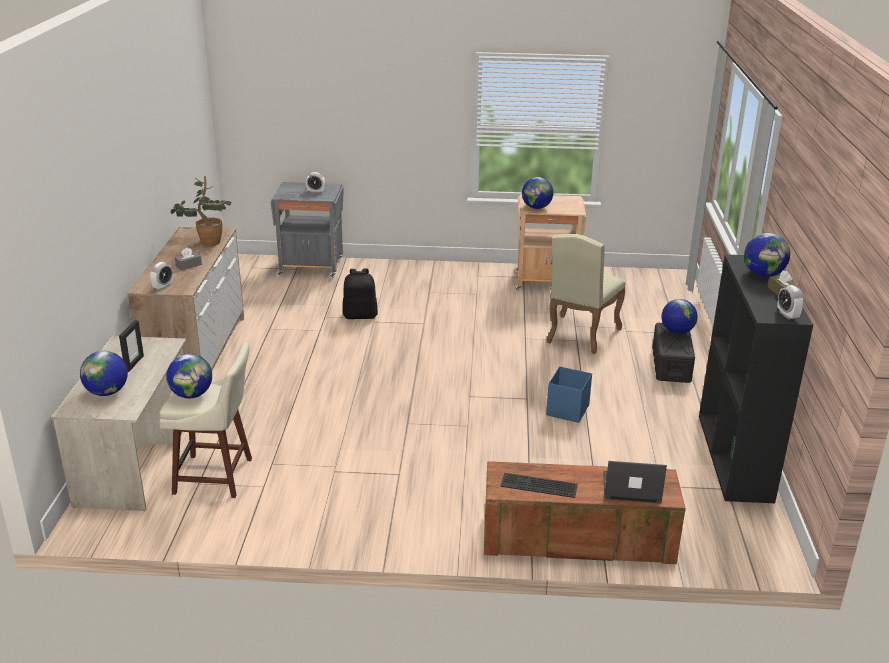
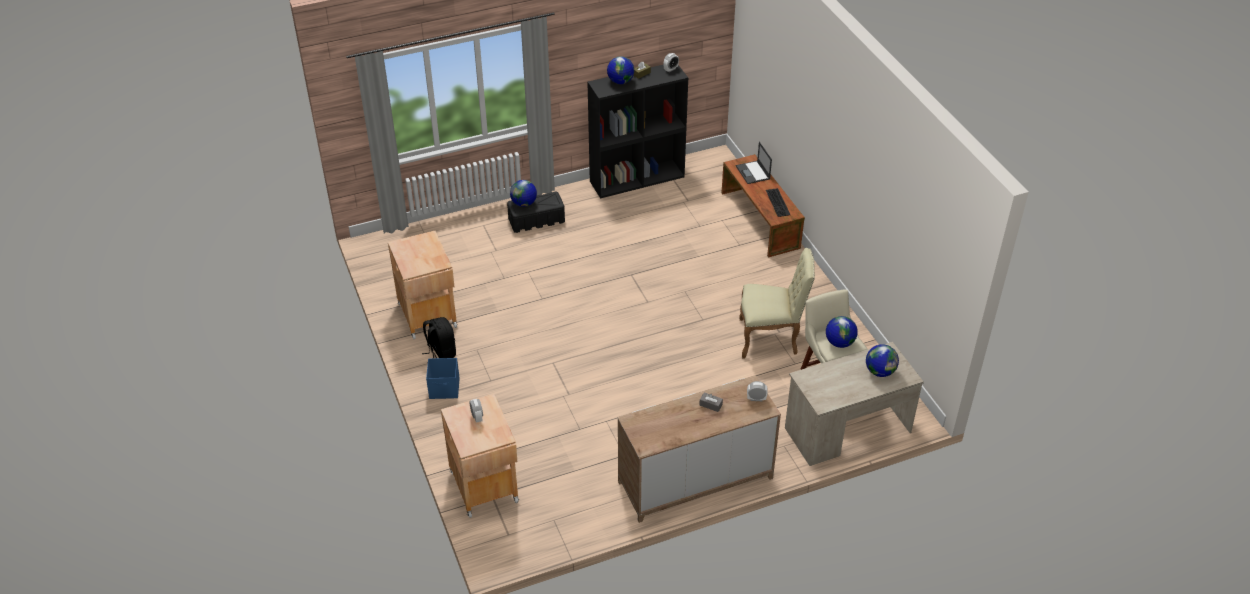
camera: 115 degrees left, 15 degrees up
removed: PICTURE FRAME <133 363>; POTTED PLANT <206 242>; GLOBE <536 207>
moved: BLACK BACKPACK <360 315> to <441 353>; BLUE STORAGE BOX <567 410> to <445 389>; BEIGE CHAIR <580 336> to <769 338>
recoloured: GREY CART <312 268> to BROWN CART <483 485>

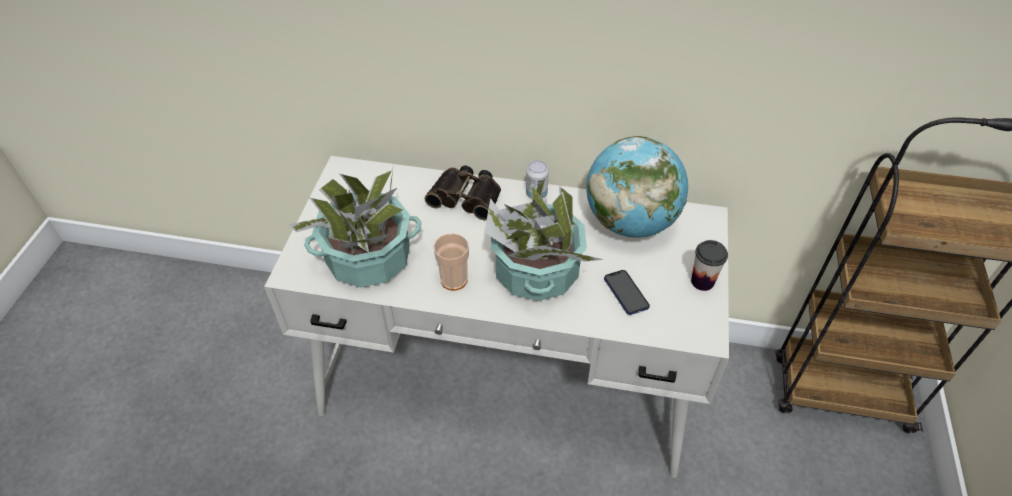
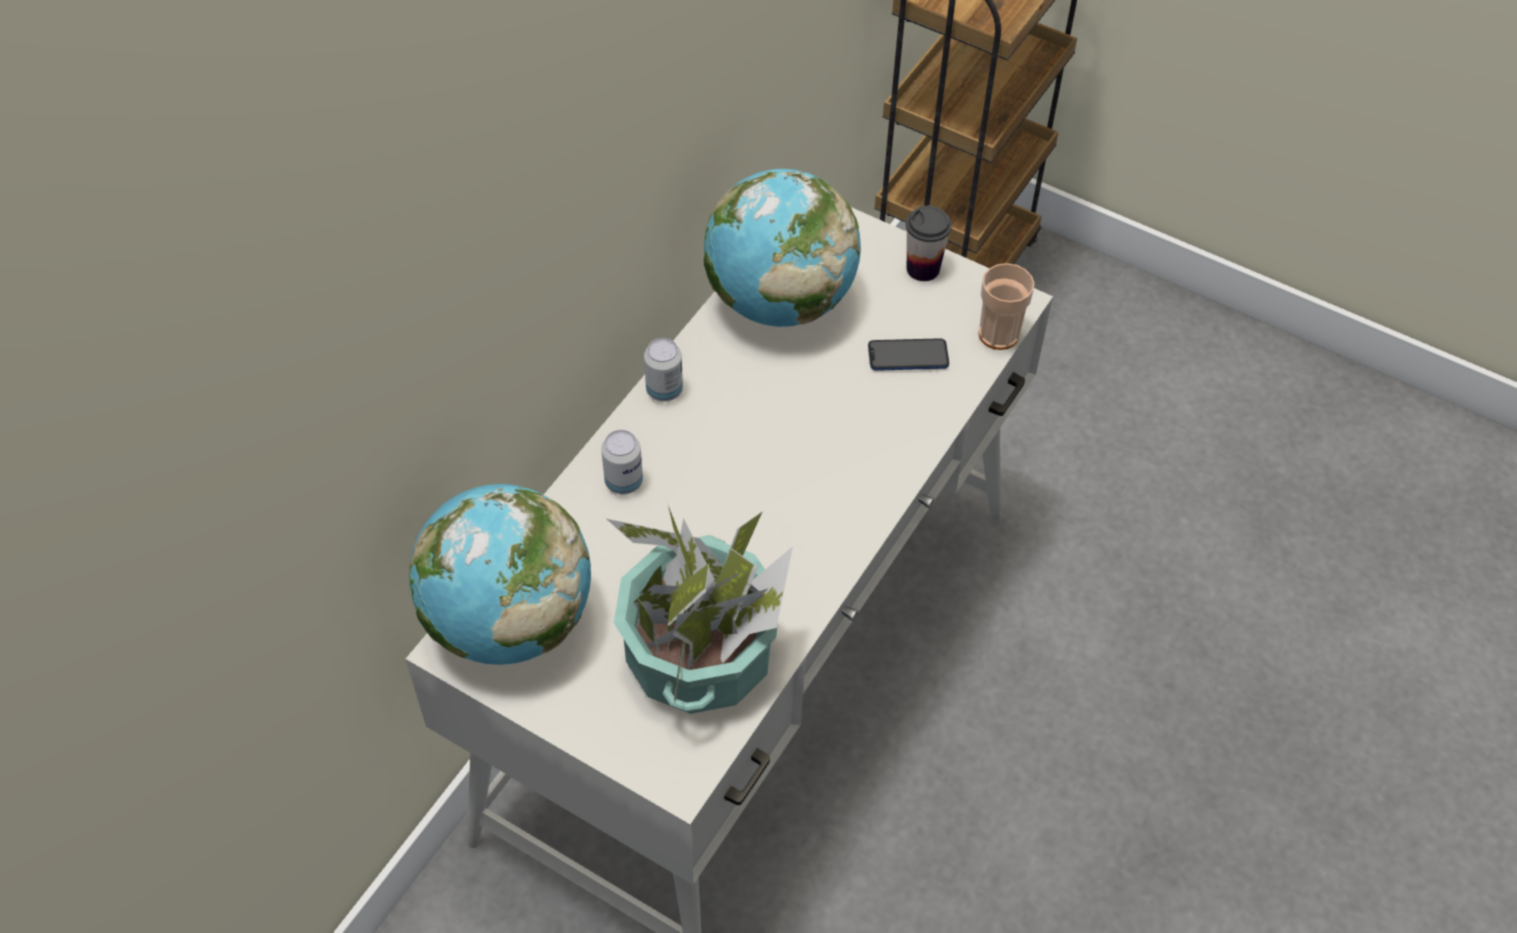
camera: 70 degrees left, 5 degrees up
removed: POTTED PLANT <536 271>
added: GLOBE <509 621>
moved: CUP <454 280> to <998 334>
replaced: BINOCULARS <467 196> to CAN <623 482>

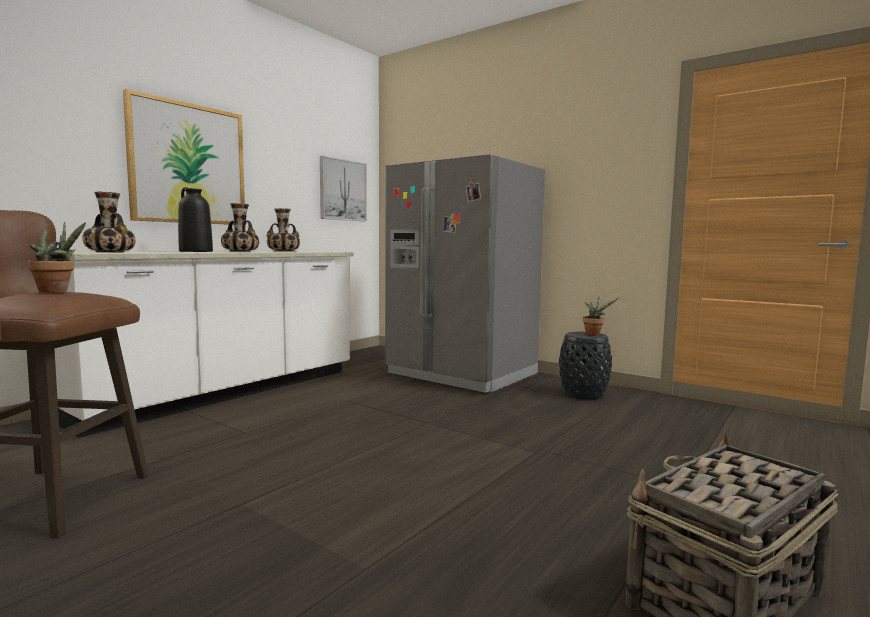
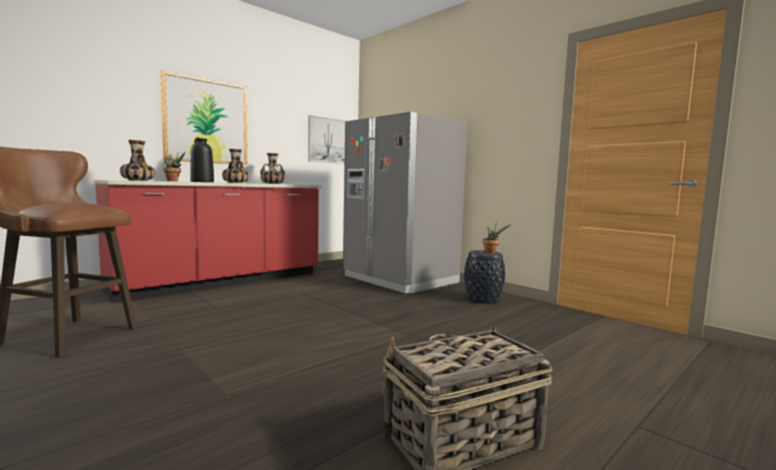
camera: 10 degrees right, 0 degrees up
moved: POTTED PLANT <58 291> to <174 181>
recoloured: WHITE COUNTER <223 393> to RED COUNTER <221 282>

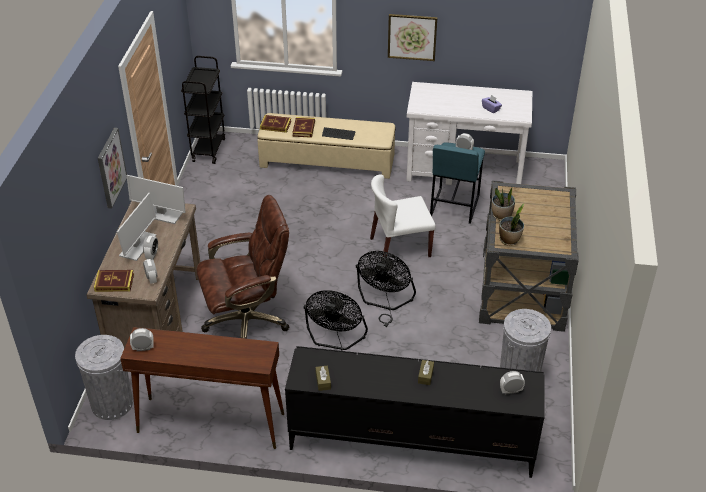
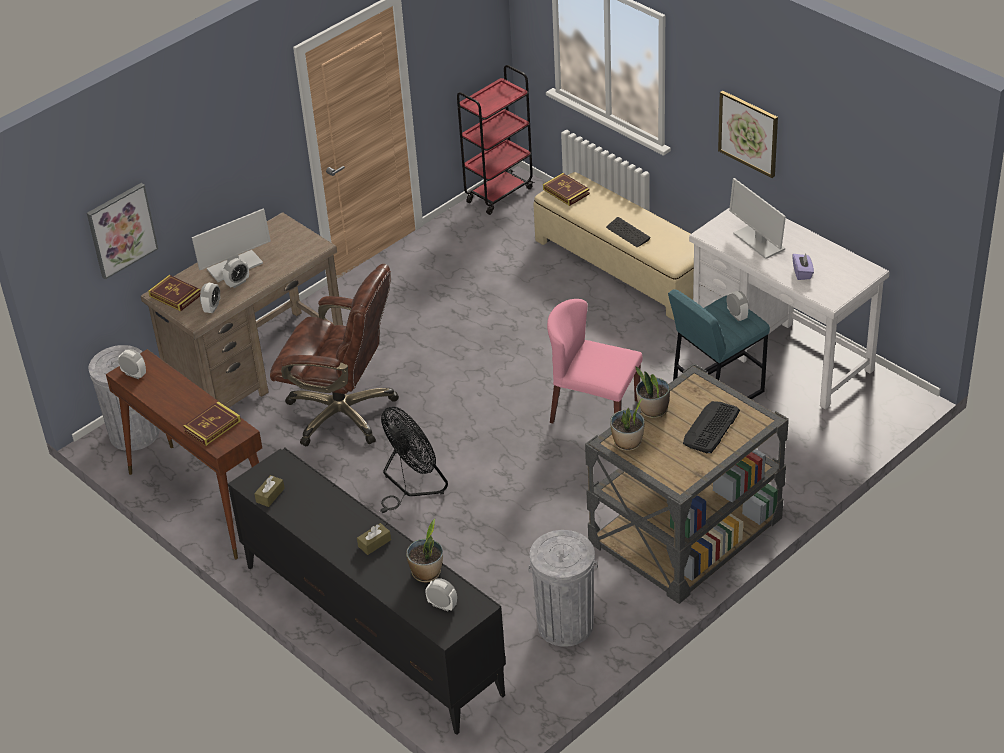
camera: 40 degrees right, 0 degrees up
removed: BLACK FAN <383 302>
added: POTTED PLANT <427 573>; KEYBOARD <711 427>
moved: PICTURE <111 168> to <121 230>; MONITOR <160 214> to <758 241>; BOOK <304 129> to <212 426>
recoloured: BLACK CART <208 150> to RED CART <499 194>; WHITE CHAIR <399 247> to PINK CHAIR <594 410>

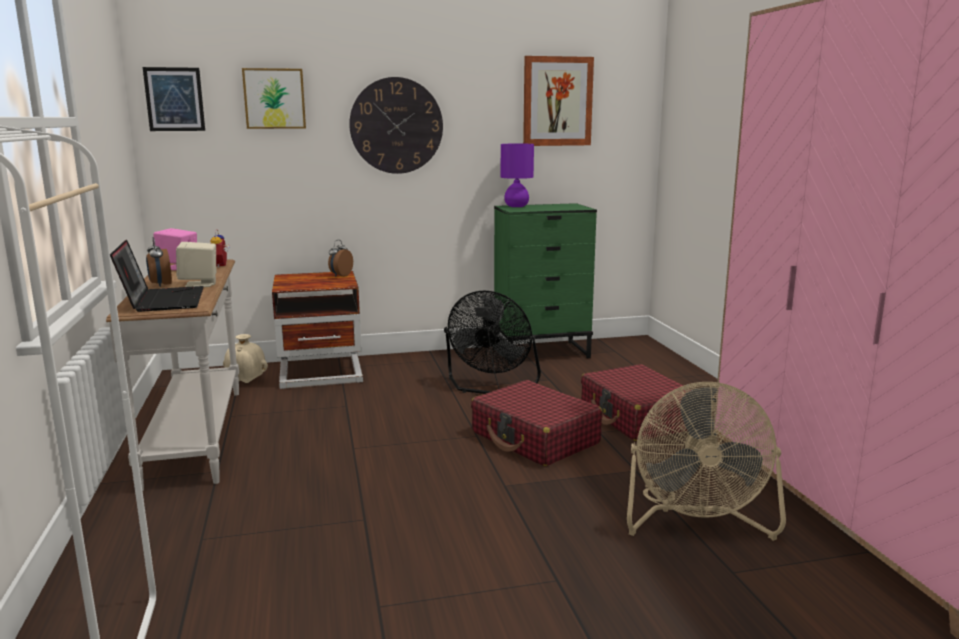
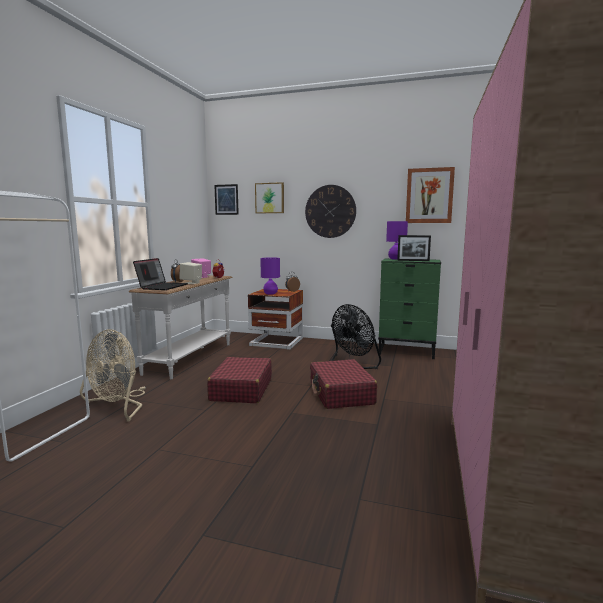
camera: 30 degrees right, 5 degrees down
removed: BEIGE VASE <247 382>
added: PURPLE TABLE LAMP <270 294>; PICTURE FRAME <413 260>
moved: RED SUITCASE <637 417> to <241 389>; BEIGE FAN <690 521> to <119 405>

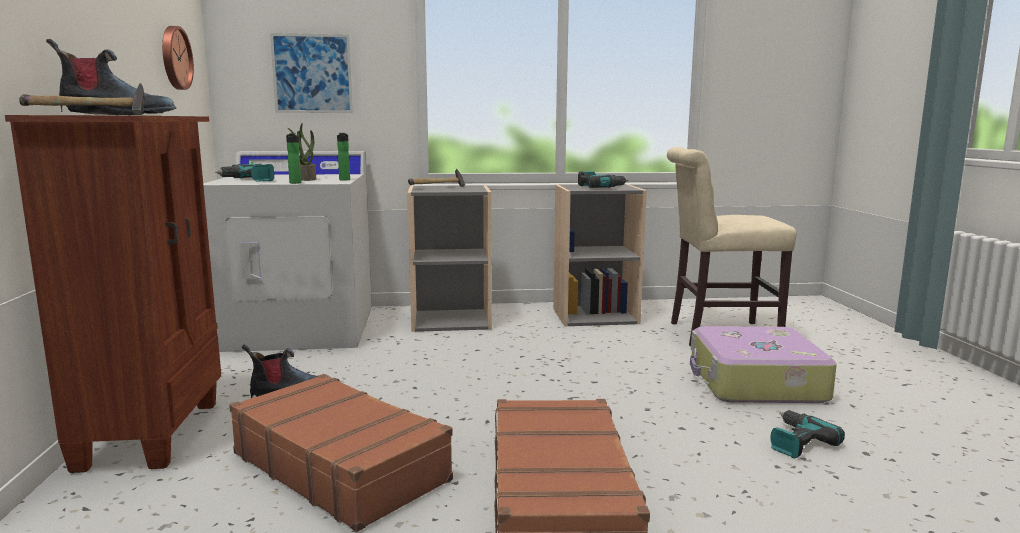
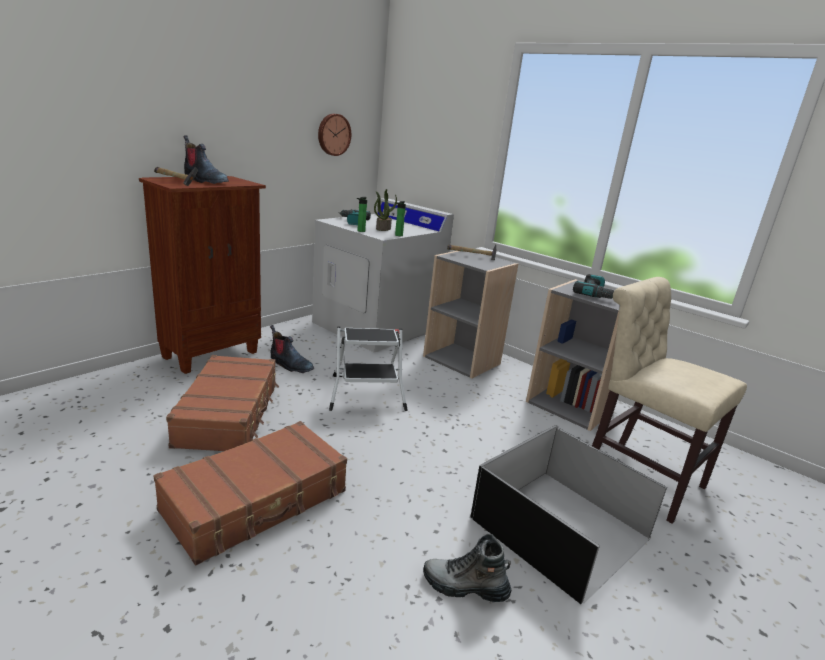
camera: 45 degrees right, 10 degrees up
removed: PICTURE <312 73>
added: STEP LADDER <366 393>
replaced: SUITCASE <755 382> to BLACK STORAGE BOX <558 529>; POWER DRILL <796 442> to BOOT <464 586>

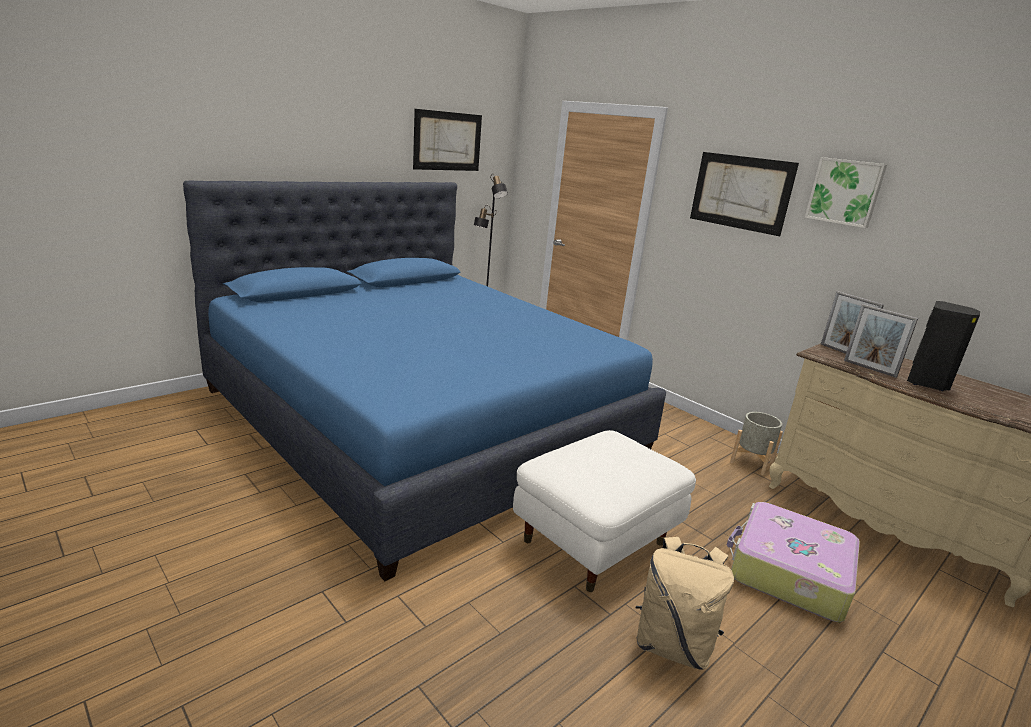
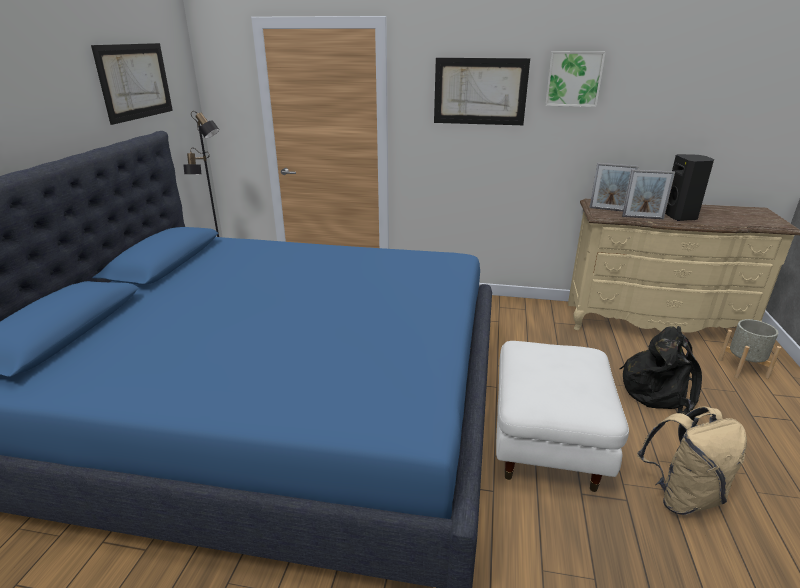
camera: 35 degrees left, 5 degrees up
moved: GREY PLANTER <751 462> to <743 368>
replaced: SUITCASE <788 572> to BLACK BACKPACK <658 390>

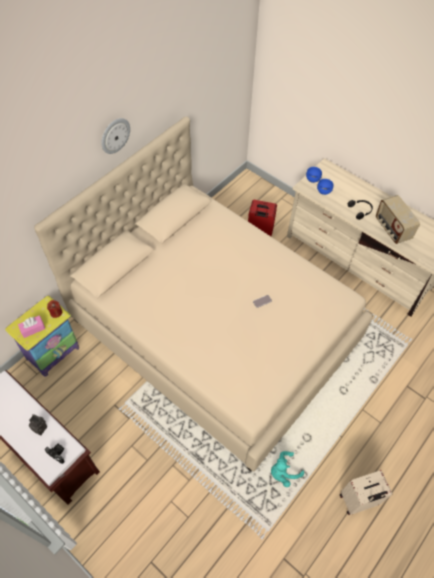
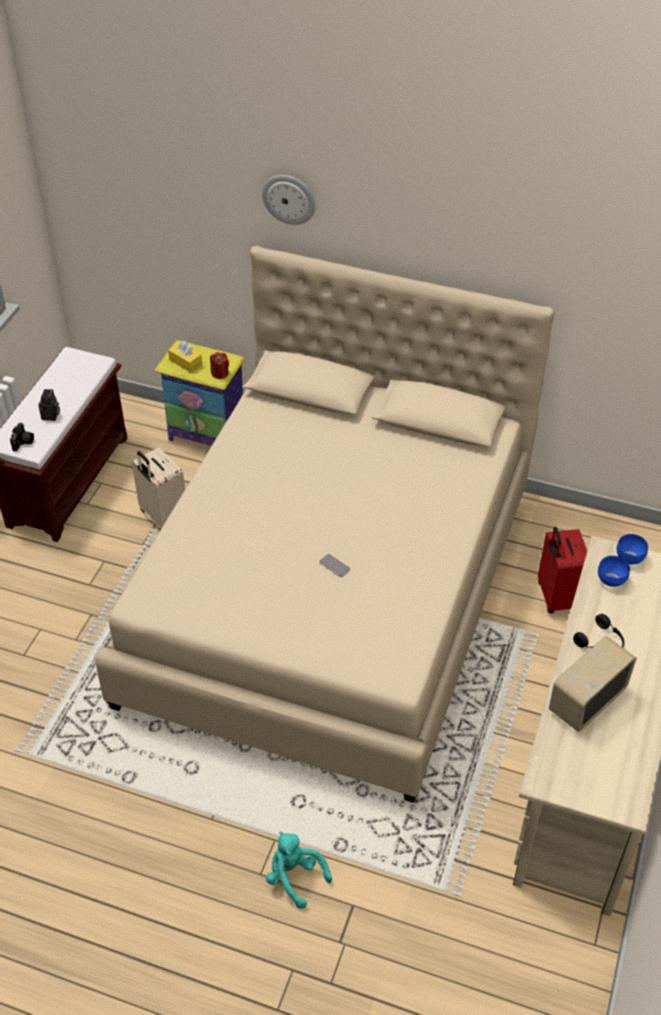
camera: 70 degrees right, 10 degrees down
moved: WALL CLOCK <115 135> to <289 198>; TURQUOISE PLUSH TOY <283 472> to <294 877>; BEIGE SUITCASE <358 501> to <162 516>
recoloured: PINK TISSUE BOX <33 329> to YELLOW TISSUE BOX <185 362>

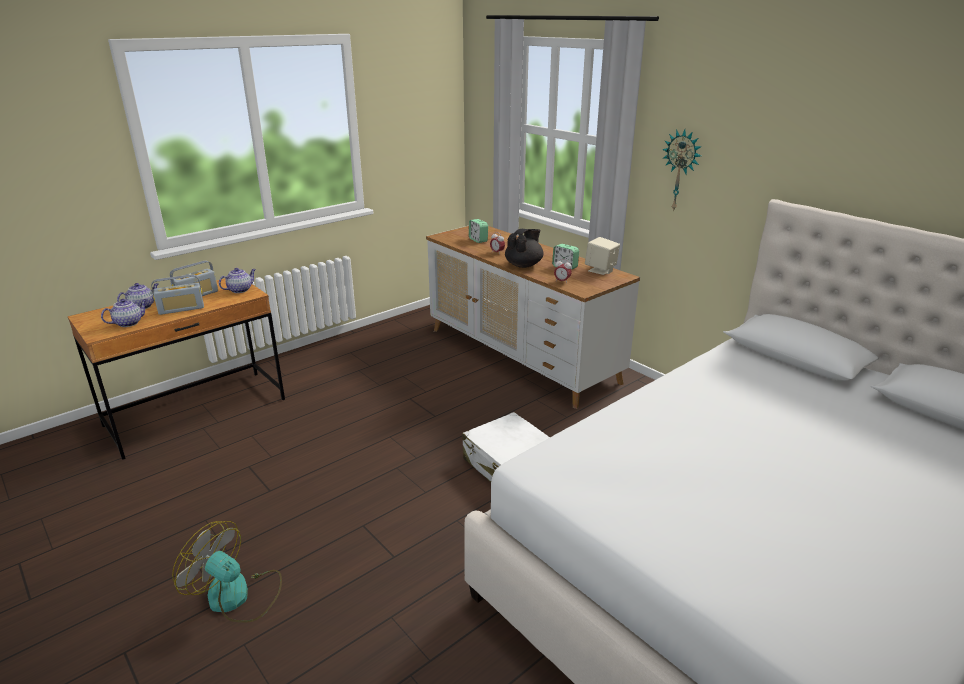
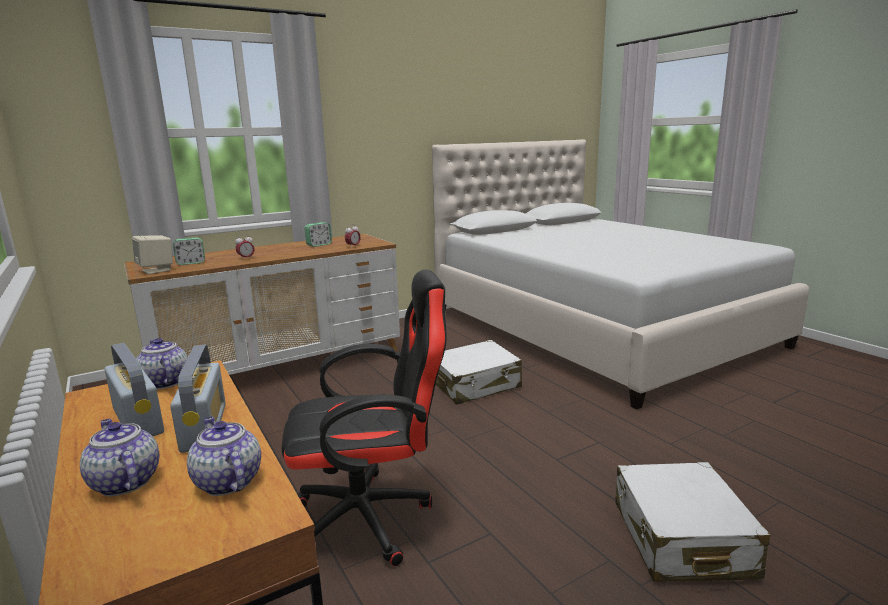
camera: 80 degrees left, 10 degrees down
removed: BLACK TEAPOT <524 265>; WALL CLOCK <681 170>
added: BLACK OFFICE CHAIR <373 519>
moved: BEIGE SPEAKER <601 270> to <156 270>
replaced: FAN <237 596> to WHITE SUITCASE <681 539>

